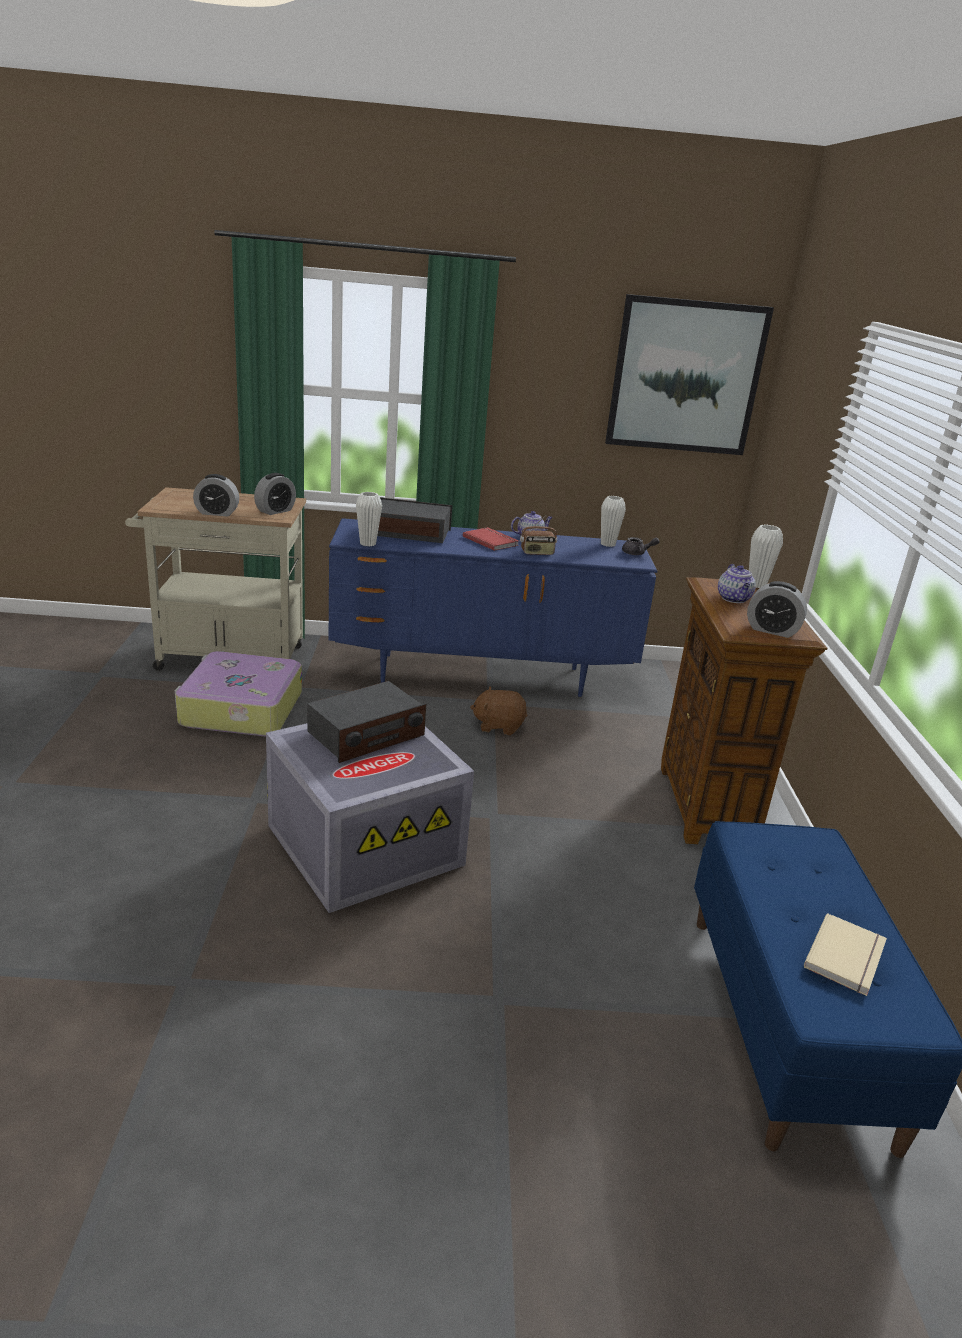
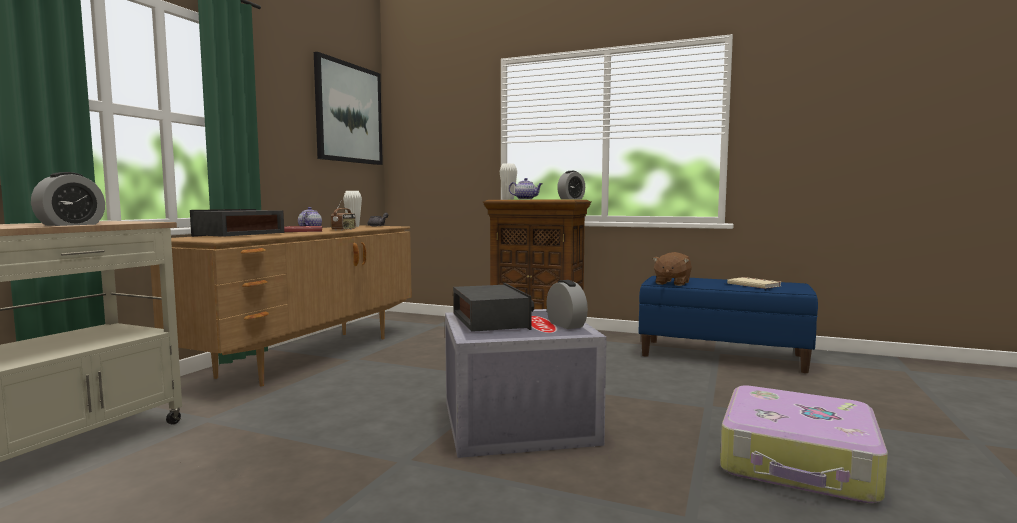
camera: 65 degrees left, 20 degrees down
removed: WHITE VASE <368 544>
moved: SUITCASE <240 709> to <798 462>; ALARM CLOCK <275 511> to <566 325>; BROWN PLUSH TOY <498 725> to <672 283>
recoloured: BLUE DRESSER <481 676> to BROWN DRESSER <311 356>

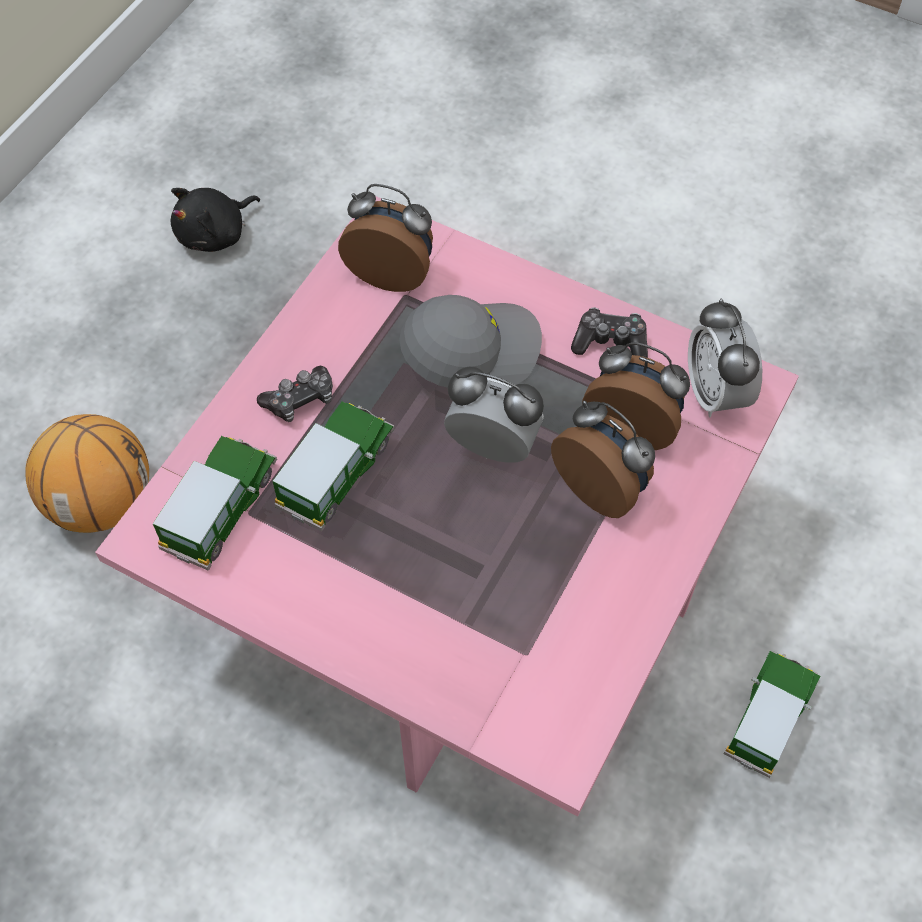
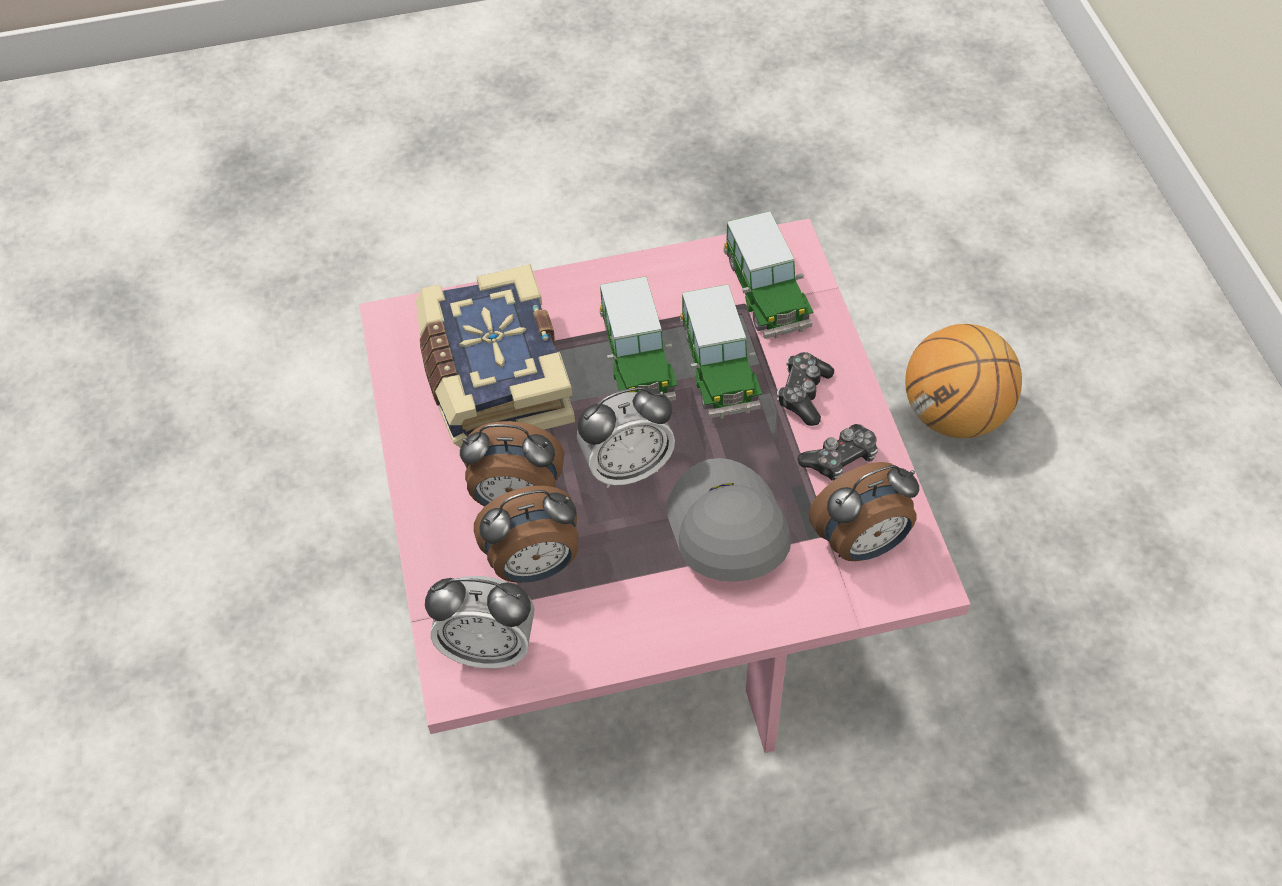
camera: 140 degrees right, 5 degrees down
removed: BLACK PLUSH TOY <215 234>
added: BOOK <493 377>
moved: GAME CONTROLLER <610 342> to <840 459>; TOY CAR <769 716> to <637 360>
turned: GREY CAP <471 348> = <725 530> 135 degrees clockwise; ALARM CLOCK <715 393> = <488 648> 150 degrees clockwise

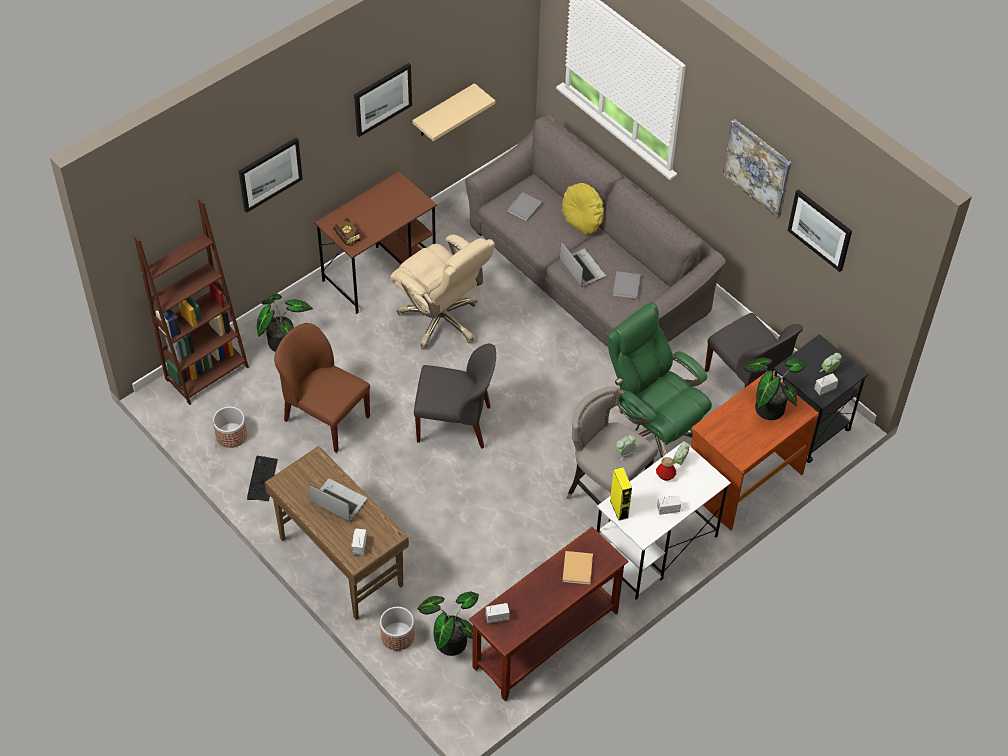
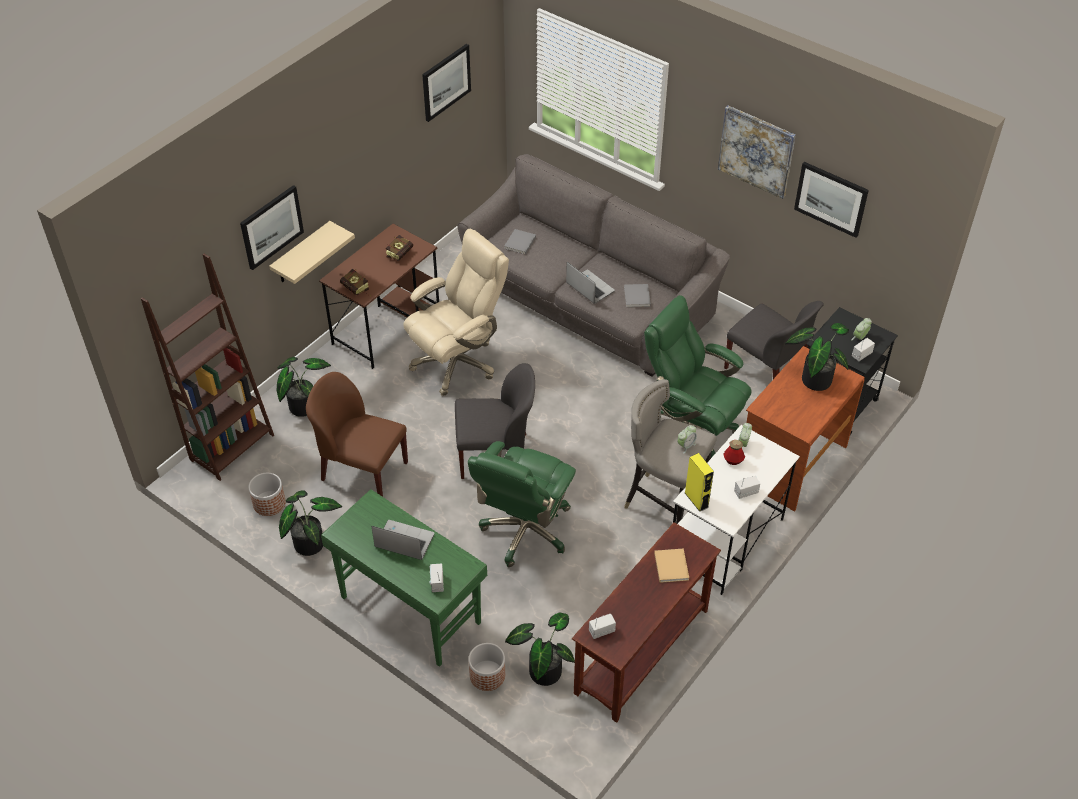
camera: 10 degrees left, 5 degrees down
removed: YELLOW PILLOW <582 223>
added: BOOK <401 253>; GREEN OFFICE CHAIR <524 532>
moved: PICTURE <382 99> to <446 82>; BEIGE SHELF <443 111> to <301 254>
replaced: KEYBOARD <262 479> to POTTED PLANT <310 541>
recoloured: BROWN CONSOLE TABLE <340 562> to GREEN CONSOLE TABLE <409 610>
turned: BEIGE OFFICE CHAIR <442 322> = <458 363> 75 degrees counterclockwise

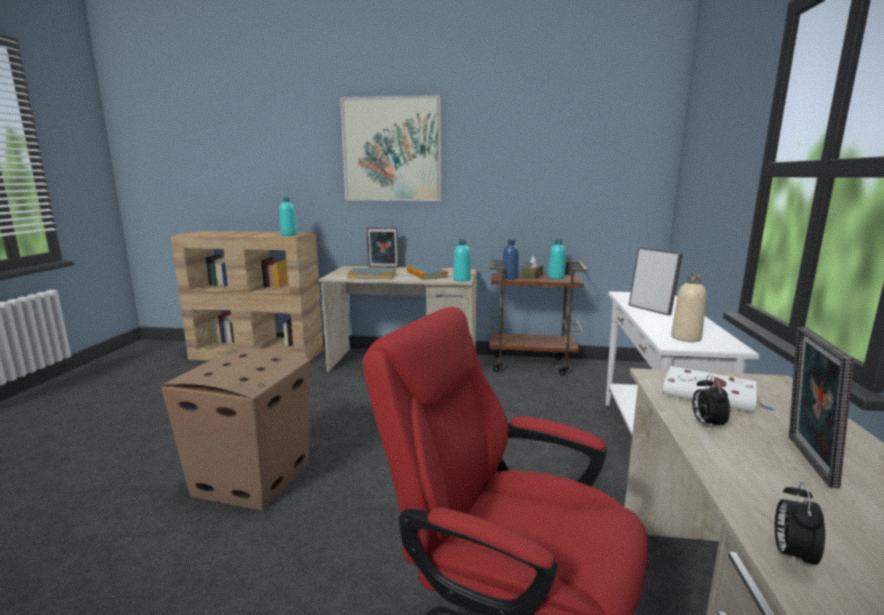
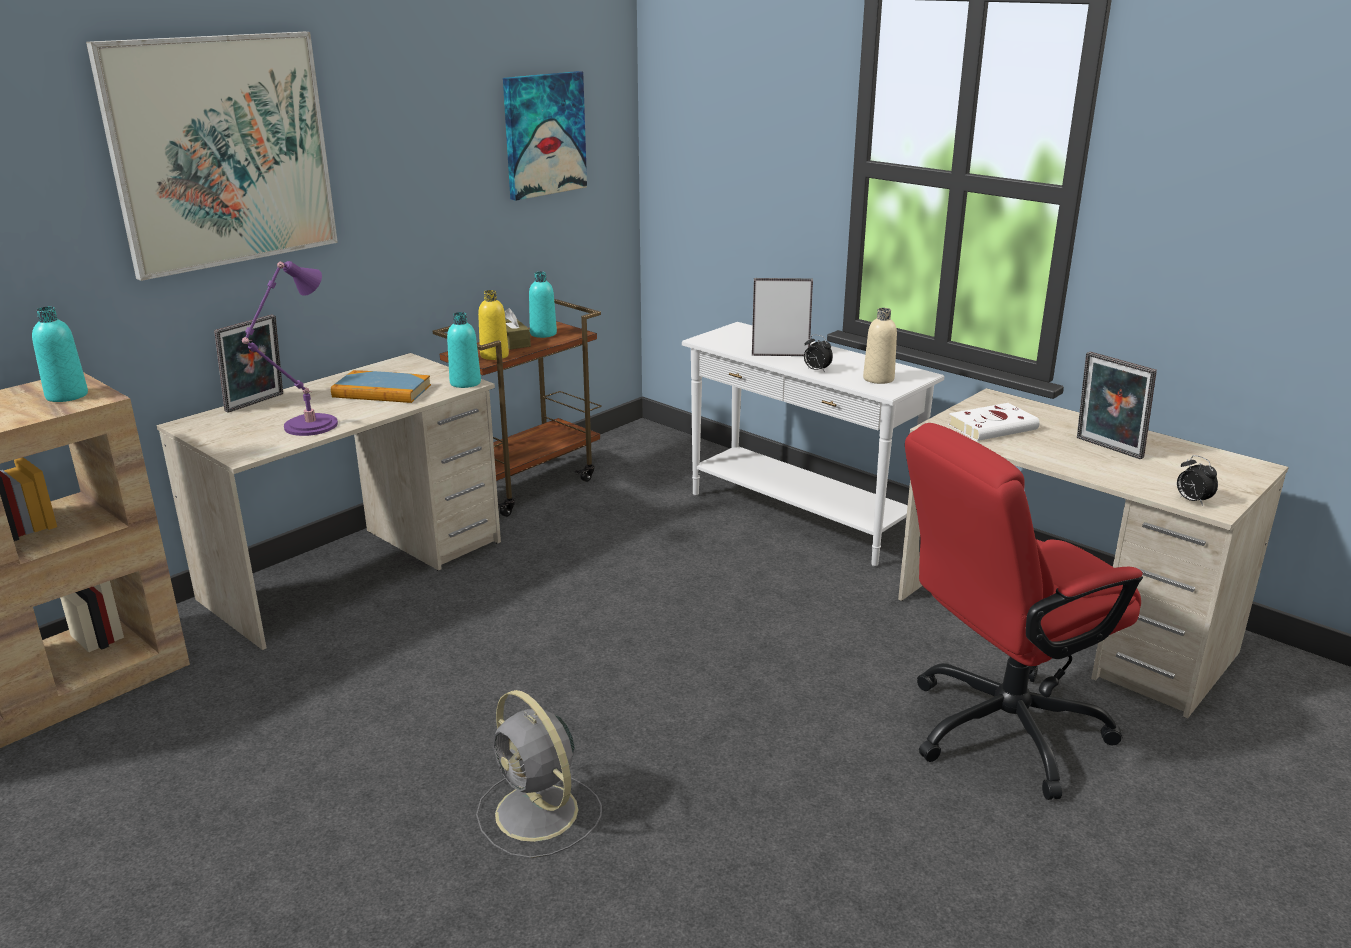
camera: 55 degrees left, 10 degrees up
added: PICTURE <544 134>
moved: ALARM CLOCK <706 424> to <816 370>
replaced: CARDBOARD BOX <251 480> to GREY FAN <539 814>; BOOK <372 276> to PURPLE TABLE LAMP <306 427>
recoloured: BLUE BOTTLE <509 278> to YELLOW BOTTLE <494 355>

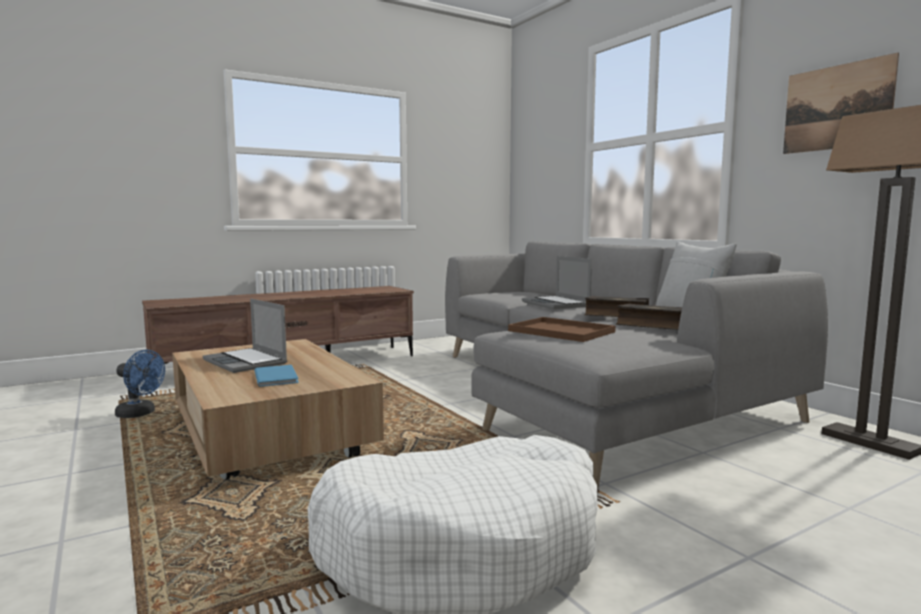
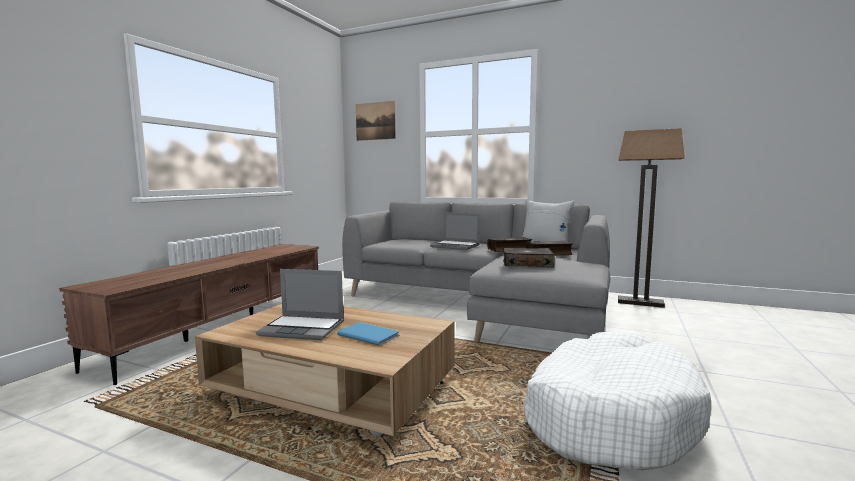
camera: 35 degrees left, 0 degrees up
removed: BLUE FAN <140 414>
moved: PICTURE <836 107> to <375 121>
replaced: BROWN TRAY <563 331> to BOOK <527 264>

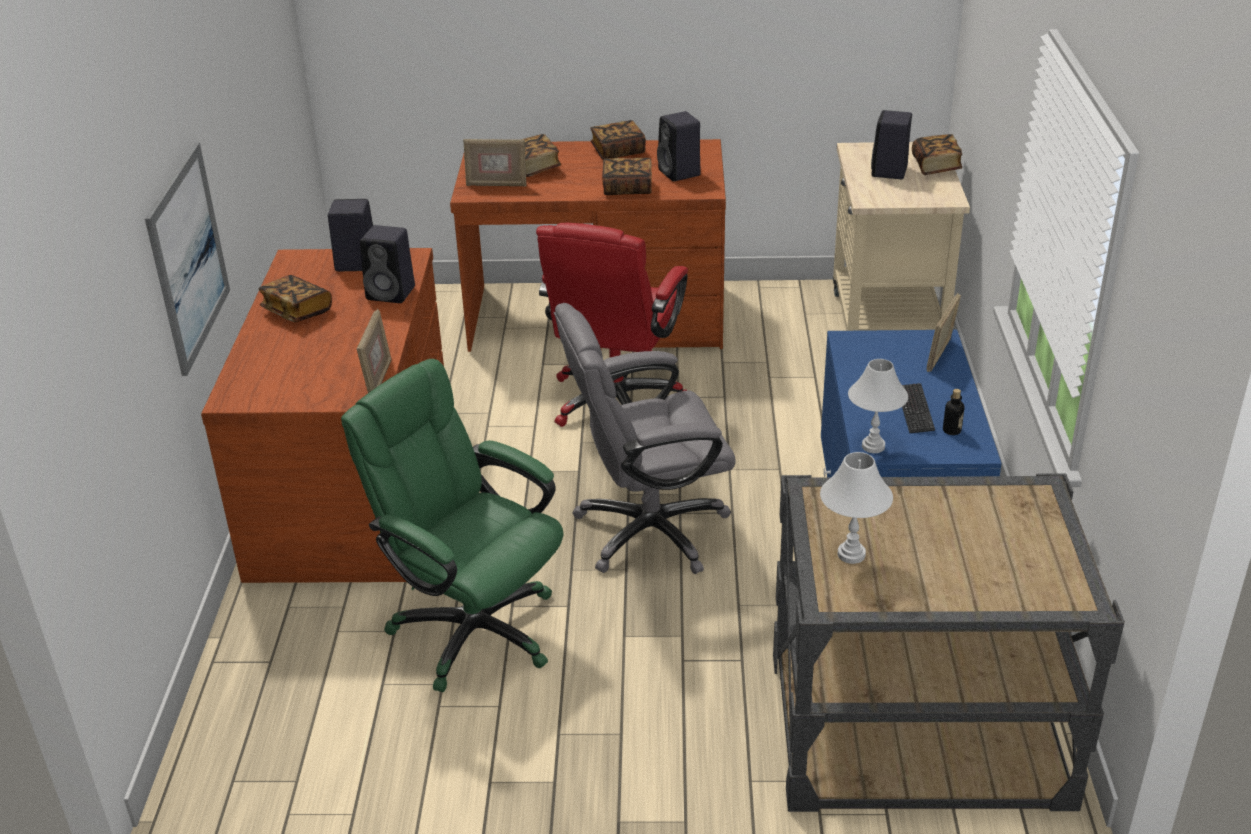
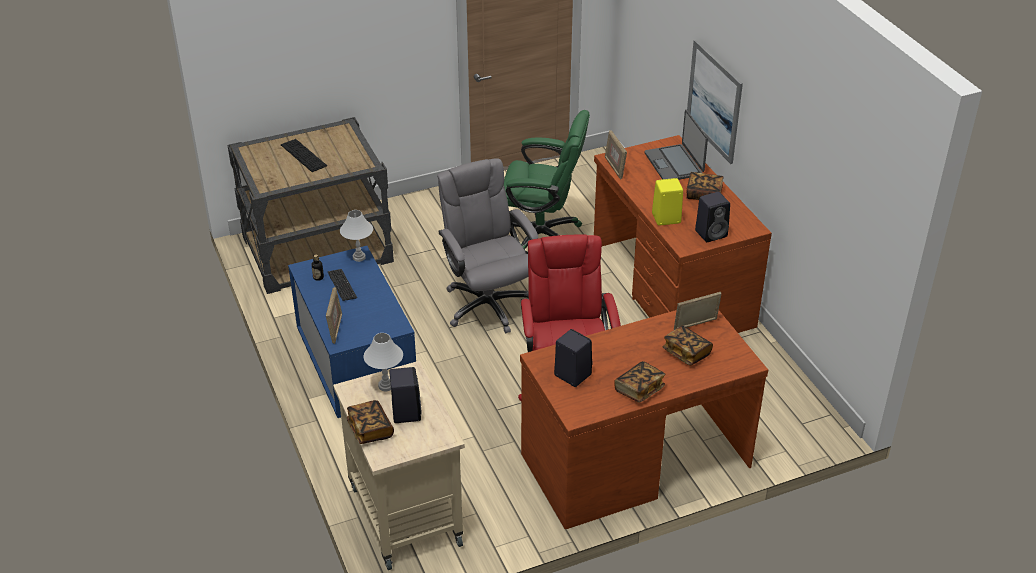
camera: 155 degrees right, 5 degrees up
removed: BOOK <627 188>
added: KEYBOARD <303 155>; LAPTOP <674 164>
moved: WHITE TABLE LAMP <852 554> to <385 386>
recoloured: BLACK SPEAKER <392 293> to YELLOW SPEAKER <665 218>
turned: GREY OFFICE CHAIR <651 530> = <488 305> 75 degrees counterclockwise

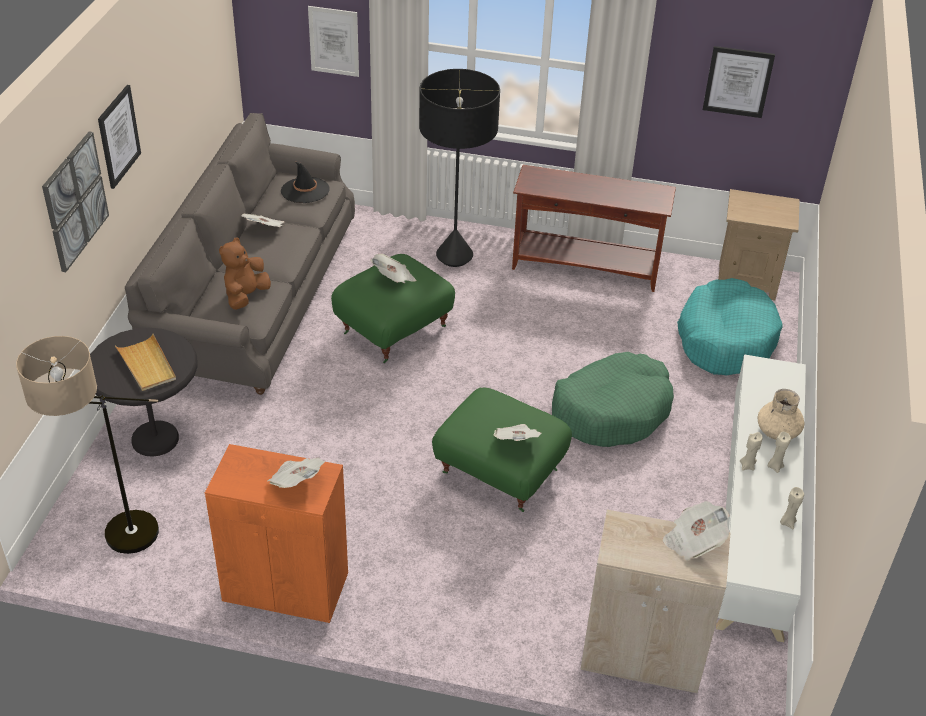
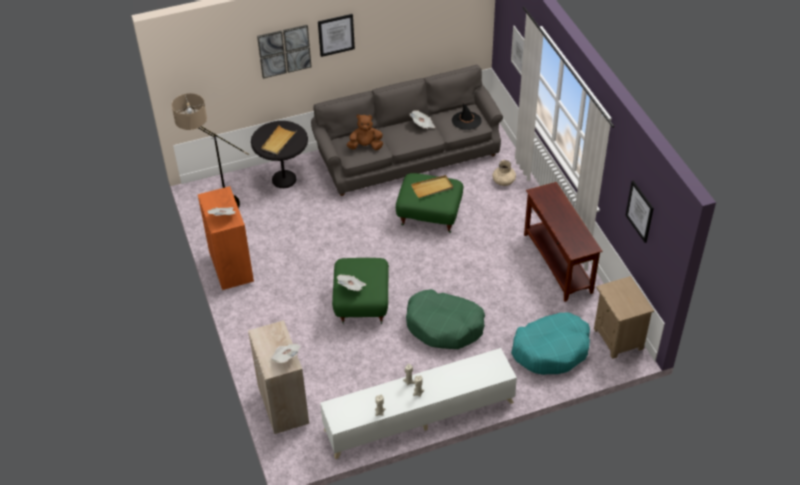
camera: 60 degrees right, 5 degrees up
removed: BLACK FLOOR LAMP <454 258>
moved: BEIGE VASE <778 431> to <503 181>
replaced: NEWSPAPER <393 278> to BEIGE TRAY <432 188>

